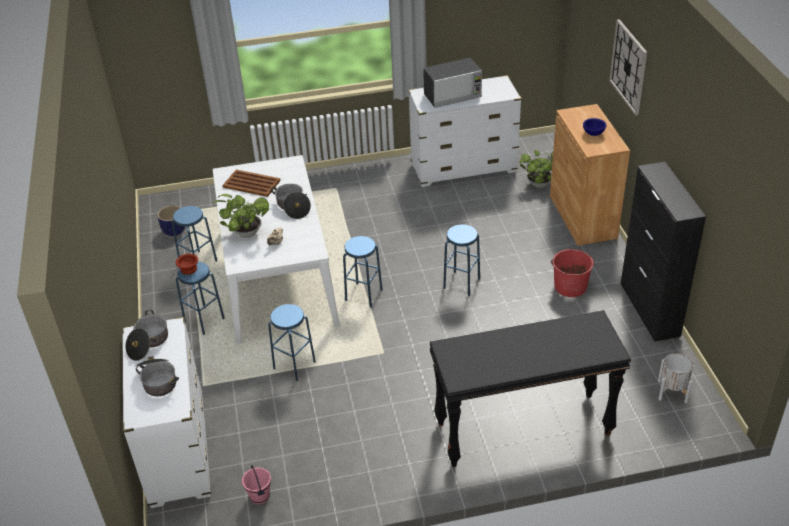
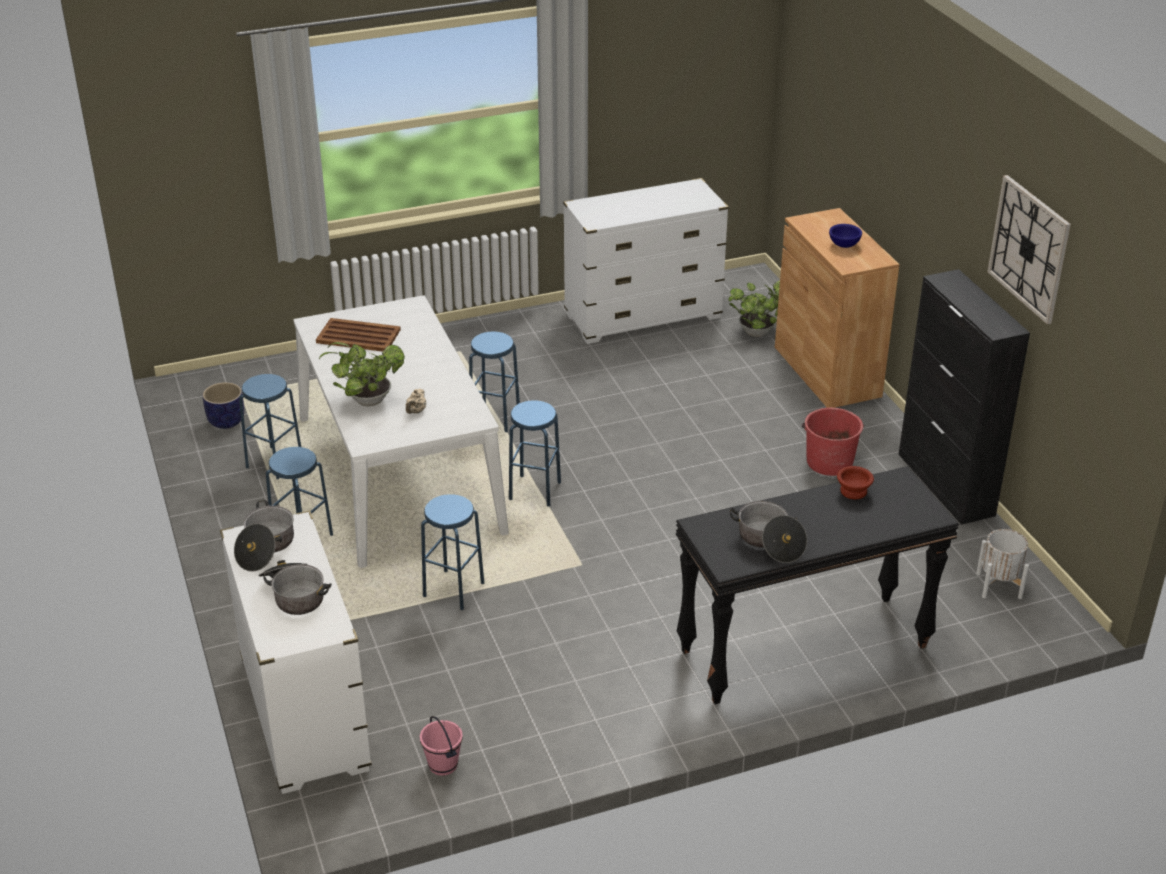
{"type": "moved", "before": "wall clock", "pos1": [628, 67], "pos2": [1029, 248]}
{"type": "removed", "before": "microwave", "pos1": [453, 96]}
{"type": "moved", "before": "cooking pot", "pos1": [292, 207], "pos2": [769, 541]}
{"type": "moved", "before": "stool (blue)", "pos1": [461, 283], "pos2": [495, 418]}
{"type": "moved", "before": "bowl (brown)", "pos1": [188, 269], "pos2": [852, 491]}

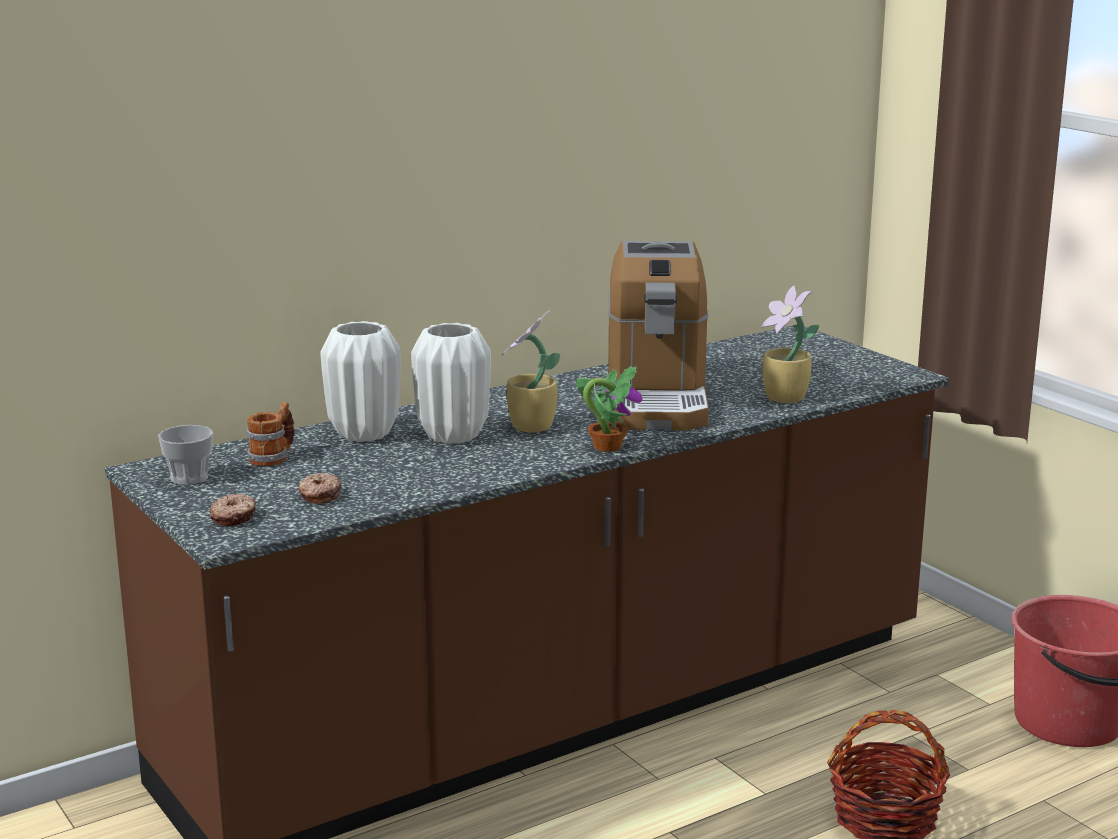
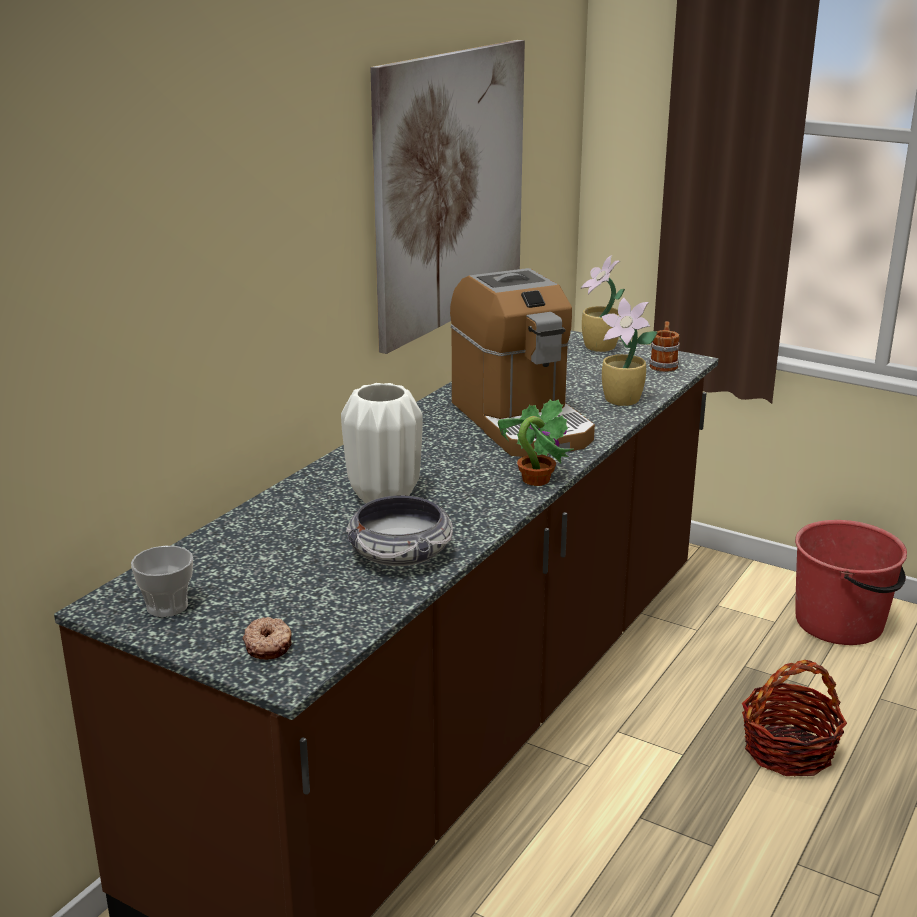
{"type": "moved", "before": "potted plant", "pos1": [530, 427], "pos2": [599, 348]}
{"type": "removed", "before": "vase (white)", "pos1": [365, 434]}
{"type": "moved", "before": "mug", "pos1": [273, 457], "pos2": [663, 364]}
{"type": "removed", "before": "donut", "pos1": [319, 495]}
{"type": "added", "after": "picture", "pos2": [450, 190]}
{"type": "added", "after": "bowl", "pos2": [400, 554]}

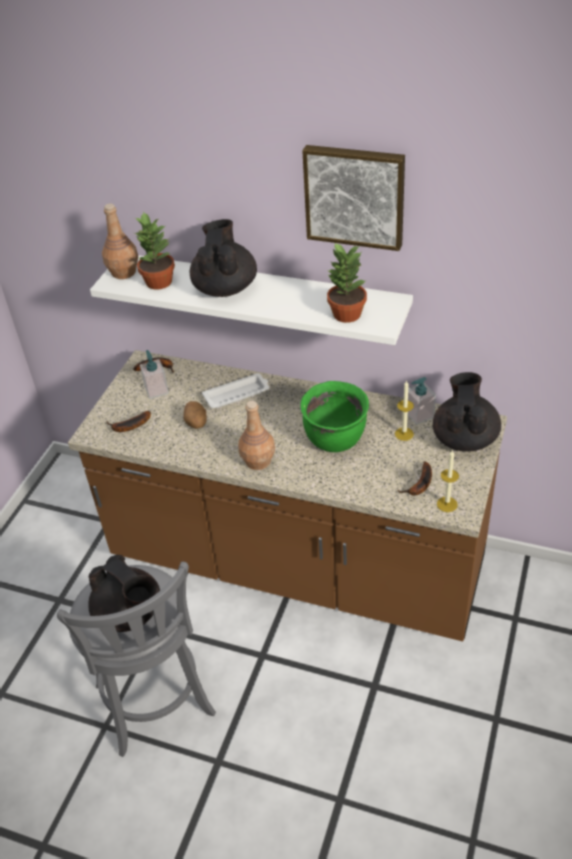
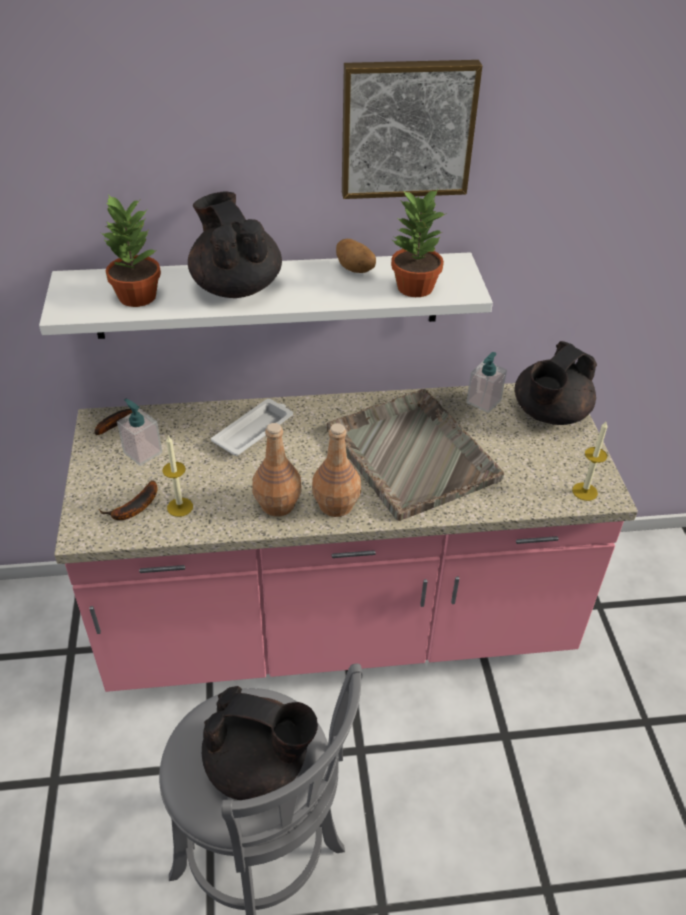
{"type": "moved", "before": "bottle (brown)", "pos1": [123, 272], "pos2": [277, 504]}
{"type": "recoloured", "before": "counter (brown)", "after": "counter (pink)", "pos1": [297, 563], "pos2": [339, 624]}
{"type": "turned", "before": "teapot (black)", "pos1": [464, 438], "pos2": [549, 414], "turn": -120}
{"type": "moved", "before": "candle", "pos1": [404, 434], "pos2": [180, 507]}
{"type": "replaced", "before": "cooking pot (green)", "after": "tray (grey)", "pos1": [336, 440], "pos2": [411, 453]}
{"type": "moved", "before": "potato", "pos1": [196, 423], "pos2": [356, 269]}
{"type": "removed", "before": "banana", "pos1": [420, 485]}

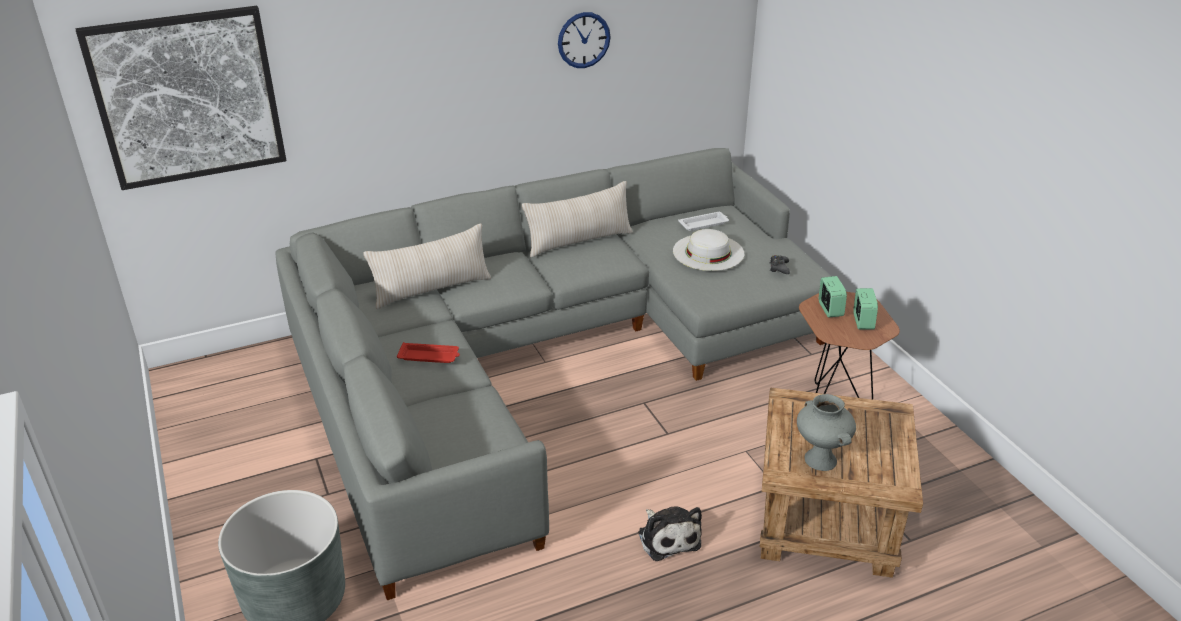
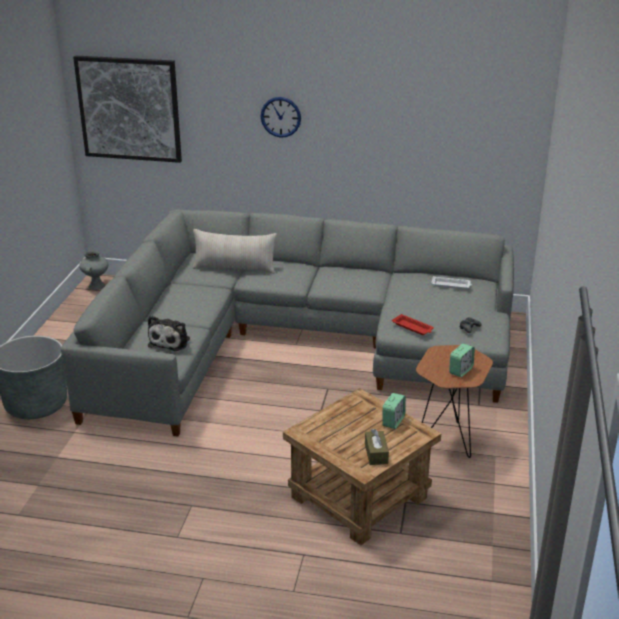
{"type": "moved", "before": "wall clock", "pos1": [583, 40], "pos2": [280, 117]}
{"type": "removed", "before": "pillow (beige)", "pos1": [579, 241]}
{"type": "removed", "before": "hat (white)", "pos1": [708, 252]}
{"type": "moved", "before": "alarm clock", "pos1": [830, 309], "pos2": [393, 421]}
{"type": "moved", "before": "tray (red)", "pos1": [429, 356], "pos2": [413, 327]}
{"type": "moved", "before": "vase (grey)", "pos1": [819, 459], "pos2": [96, 286]}
{"type": "moved", "before": "plush toy", "pos1": [668, 537], "pos2": [171, 341]}
{"type": "added", "after": "tissue box (brown)", "pos2": [376, 453]}

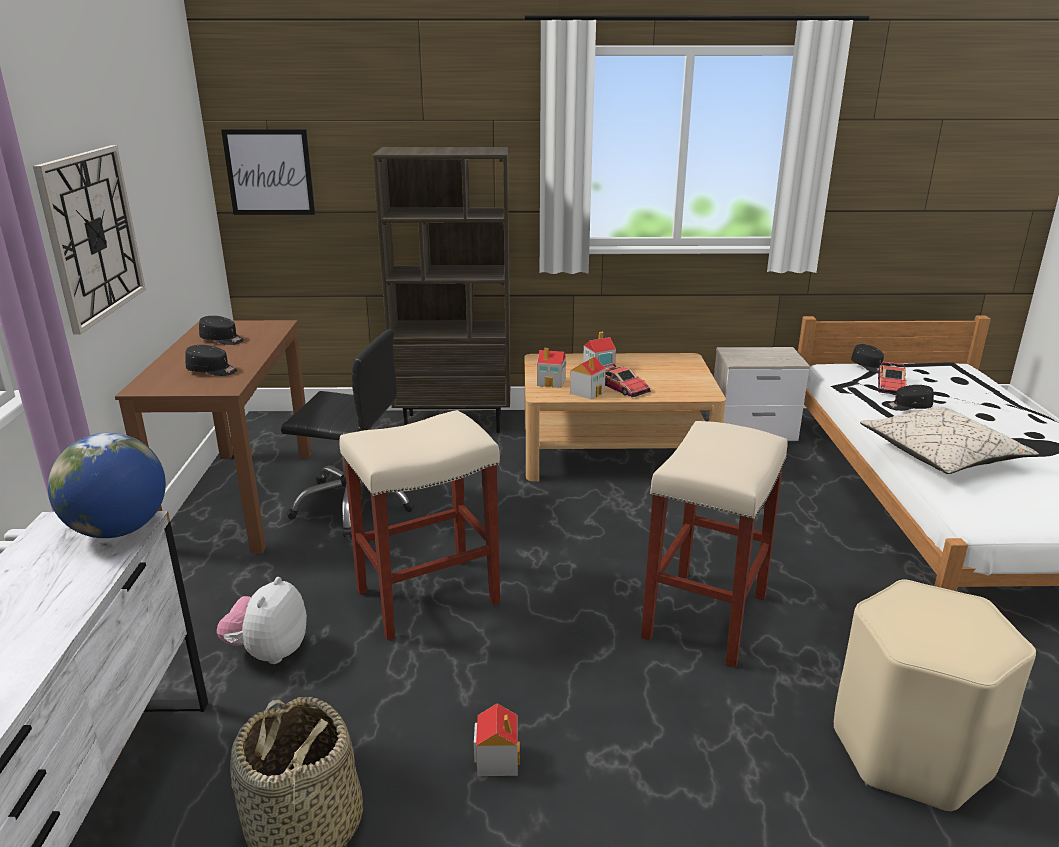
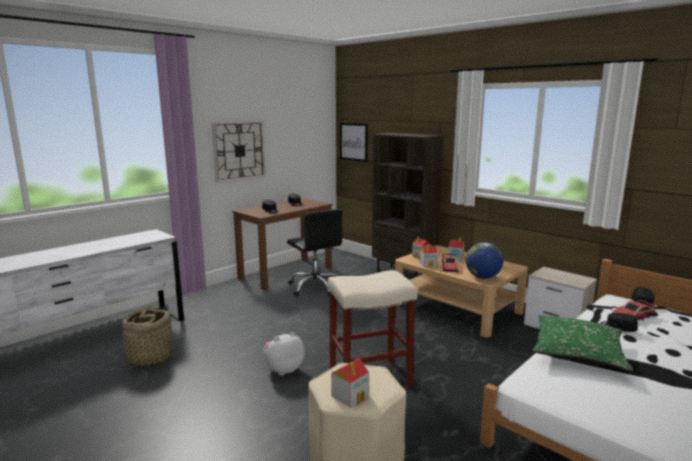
{"type": "recoloured", "before": "pillow (beige)", "after": "pillow (green)", "pos1": [941, 456], "pos2": [578, 353]}
{"type": "removed", "before": "stool (beige)", "pos1": [429, 596]}
{"type": "moved", "before": "globe", "pos1": [119, 530], "pos2": [483, 277]}
{"type": "moved", "before": "plush toy", "pos1": [269, 652], "pos2": [283, 369]}
{"type": "moved", "before": "toy house", "pos1": [497, 759], "pos2": [350, 396]}

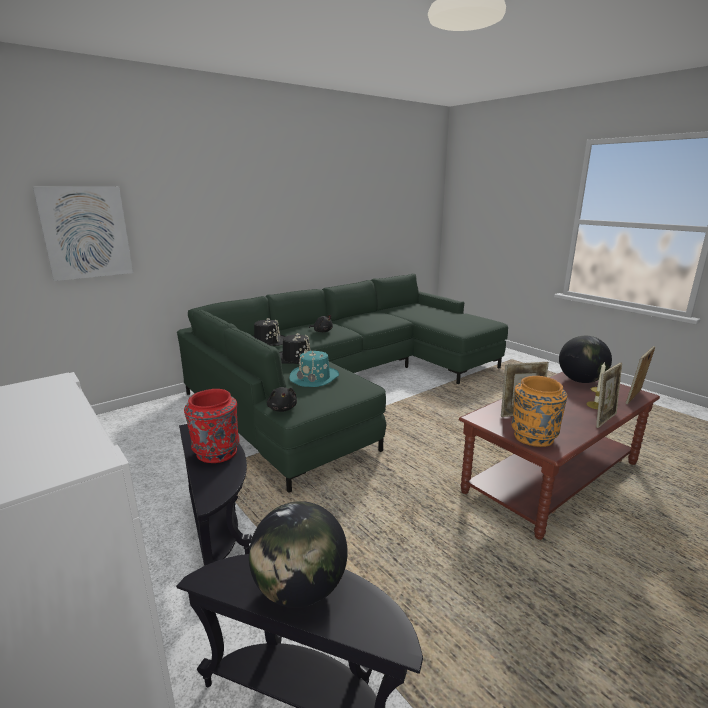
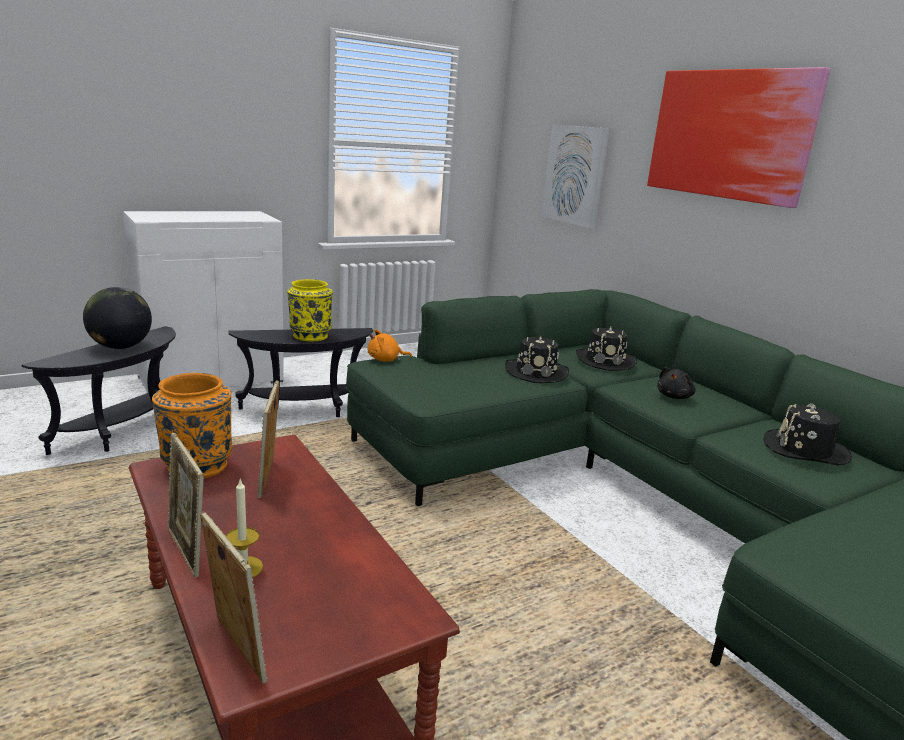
{"type": "removed", "before": "globe", "pos1": [581, 381]}
{"type": "removed", "before": "hat (turquoise)", "pos1": [315, 378]}
{"type": "recoloured", "before": "plush toy (black)", "after": "plush toy (orange)", "pos1": [282, 408], "pos2": [386, 360]}
{"type": "recoloured", "before": "vase (red)", "after": "vase (yellow)", "pos1": [216, 453], "pos2": [309, 336]}
{"type": "added", "after": "picture", "pos2": [729, 135]}
{"type": "added", "after": "hat (black)", "pos2": [805, 450]}

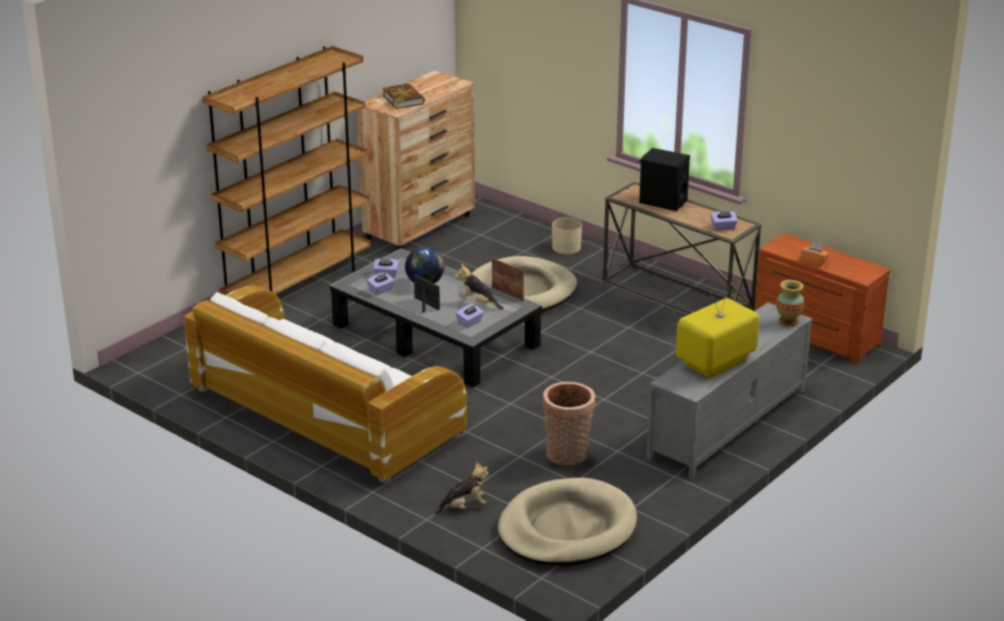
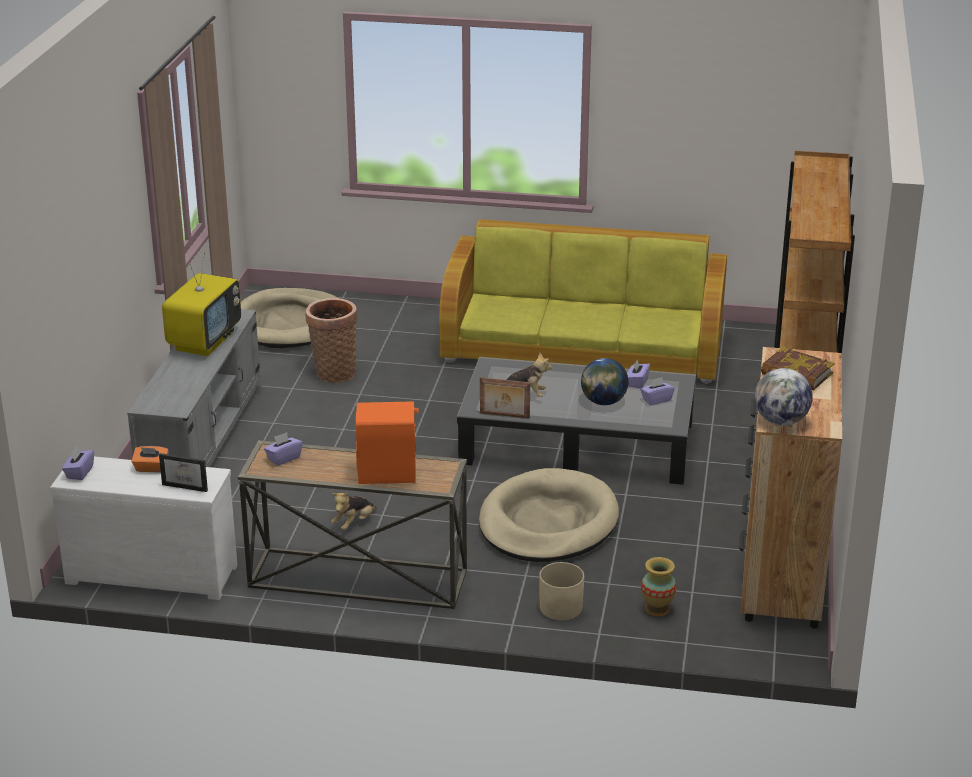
{"type": "recoloured", "before": "speaker (black)", "after": "speaker (orange)", "pos1": [662, 202], "pos2": [387, 473]}
{"type": "recoloured", "before": "dresser (brown)", "after": "dresser (white)", "pos1": [814, 335], "pos2": [153, 572]}
{"type": "moved", "before": "picture frame", "pos1": [423, 304], "pos2": [187, 485]}
{"type": "moved", "before": "vase", "pos1": [788, 322], "pos2": [657, 609]}
{"type": "recoloured", "before": "sofa (white)", "after": "sofa (green)", "pos1": [324, 412], "pos2": [584, 347]}
{"type": "moved", "before": "tissue box (purple)", "pos1": [470, 322], "pos2": [79, 472]}
{"type": "moved", "before": "plush toy", "pos1": [464, 507], "pos2": [354, 523]}
{"type": "added", "after": "globe", "pos2": [781, 421]}

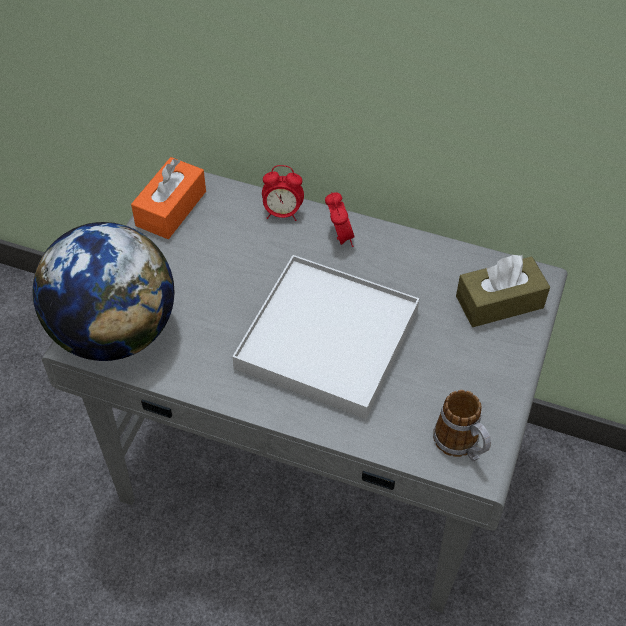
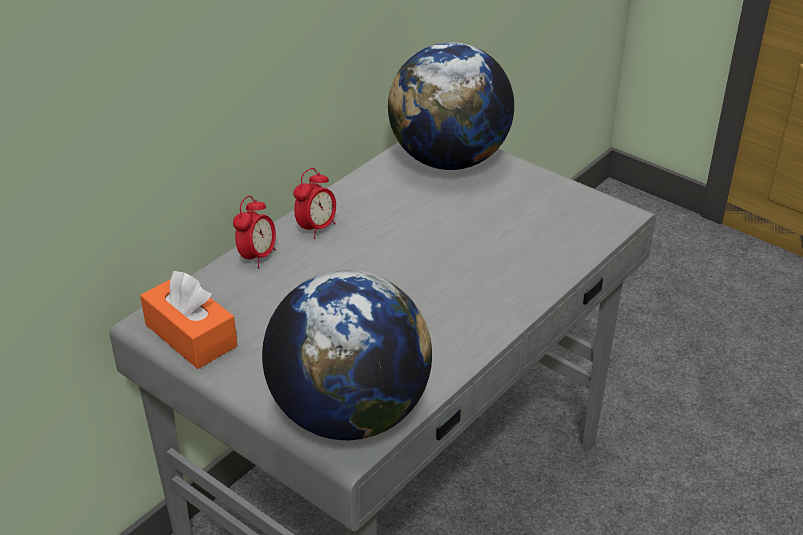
{"type": "turned", "before": "alarm clock", "pos1": [339, 238], "pos2": [316, 228], "turn": 120}
{"type": "replaced", "before": "tissue box (brown)", "after": "globe", "pos1": [499, 302], "pos2": [449, 160]}
{"type": "removed", "before": "tray (white)", "pos1": [327, 340]}
{"type": "removed", "before": "mug", "pos1": [461, 445]}

